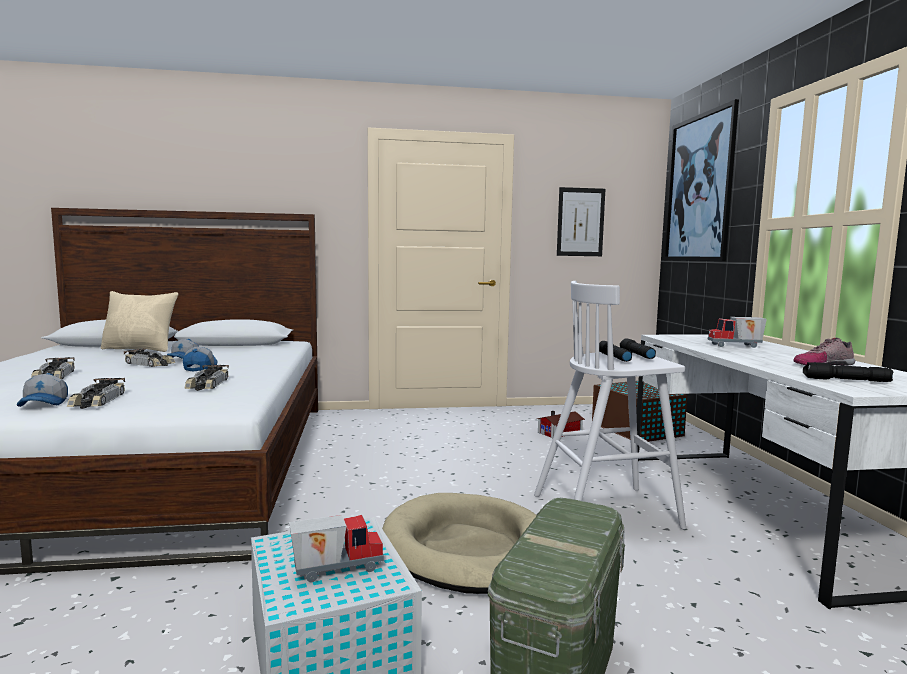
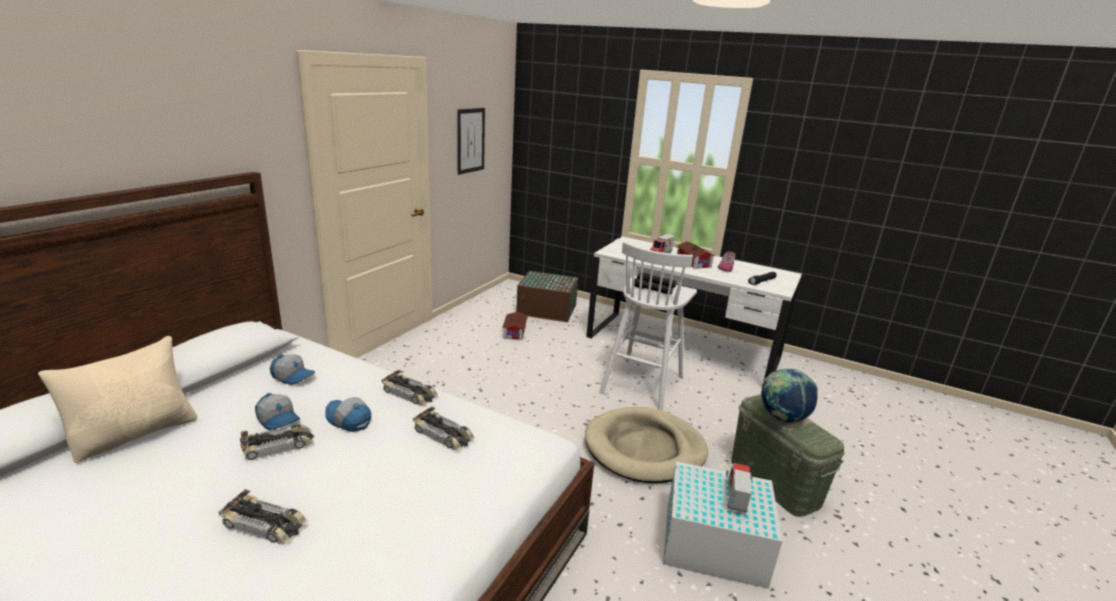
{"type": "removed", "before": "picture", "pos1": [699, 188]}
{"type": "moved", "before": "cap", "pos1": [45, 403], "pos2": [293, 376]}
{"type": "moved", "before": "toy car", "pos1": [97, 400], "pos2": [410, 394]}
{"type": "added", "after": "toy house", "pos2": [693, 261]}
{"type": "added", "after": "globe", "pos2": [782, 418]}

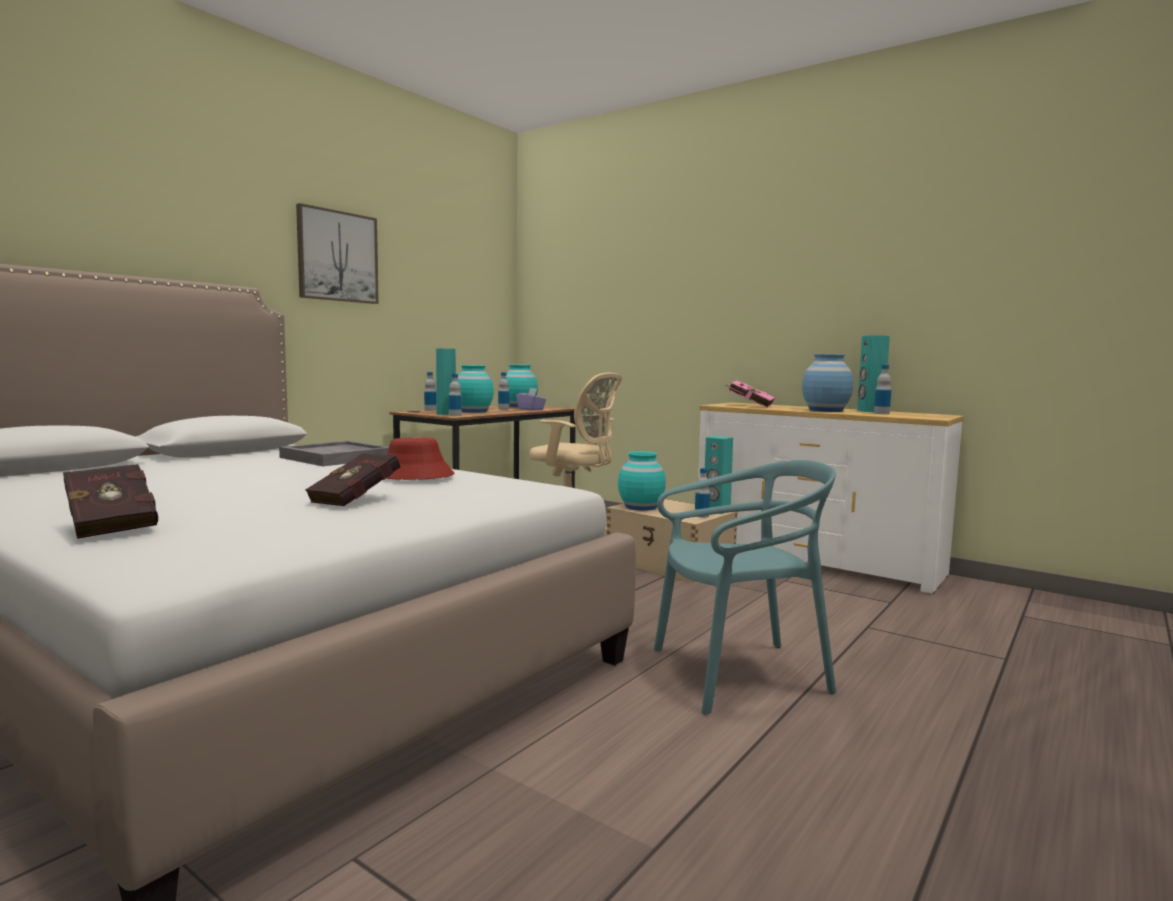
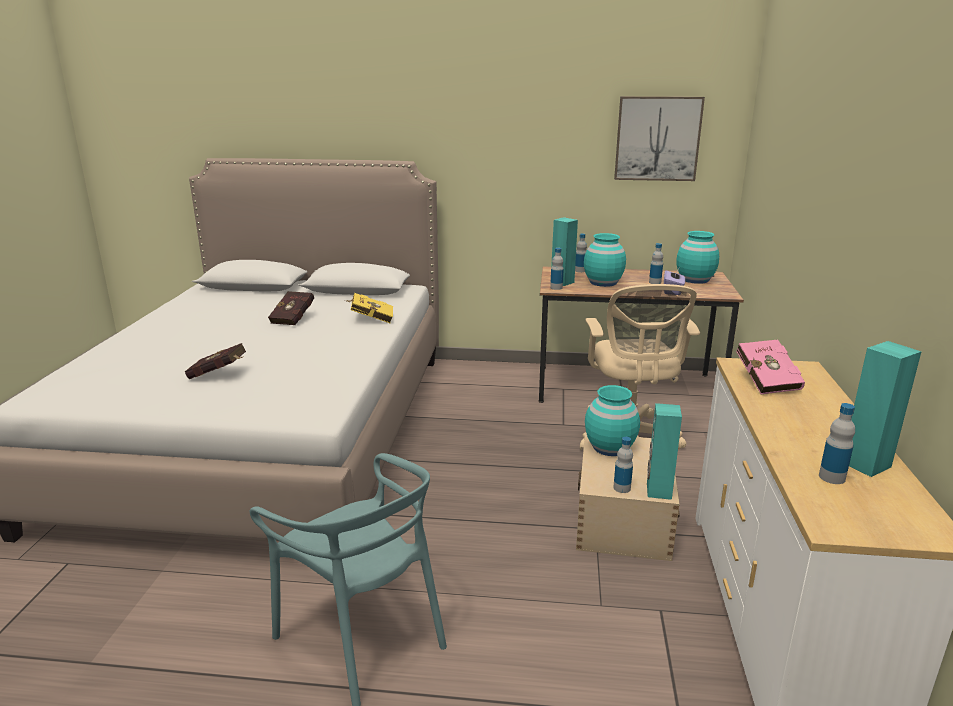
{"type": "moved", "before": "picture", "pos1": [337, 256], "pos2": [657, 138]}
{"type": "removed", "before": "vase (blue)", "pos1": [825, 410]}
{"type": "removed", "before": "hat (red)", "pos1": [414, 476]}
{"type": "replaced", "before": "tray (grey)", "after": "book (yellow)", "pos1": [338, 457], "pos2": [370, 319]}
{"type": "moved", "before": "book (red)", "pos1": [113, 524], "pos2": [294, 318]}

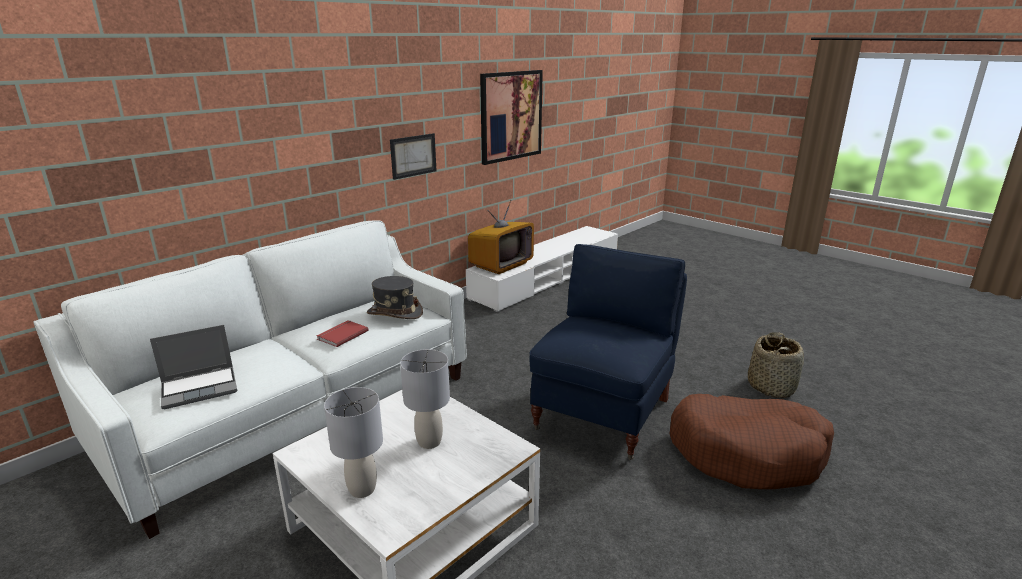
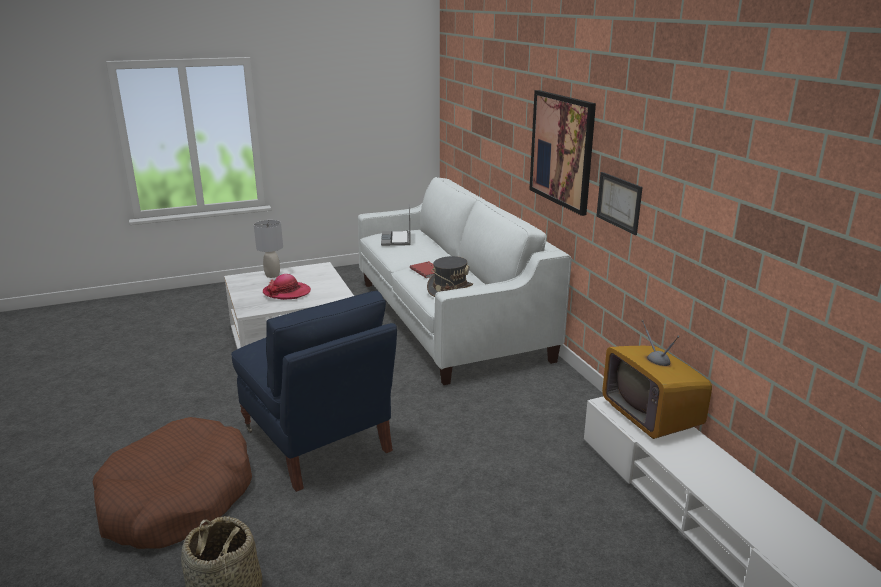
{"type": "moved", "before": "picture", "pos1": [511, 116], "pos2": [561, 150]}
{"type": "replaced", "before": "table lamp (grey)", "after": "hat", "pos1": [429, 442], "pos2": [287, 292]}

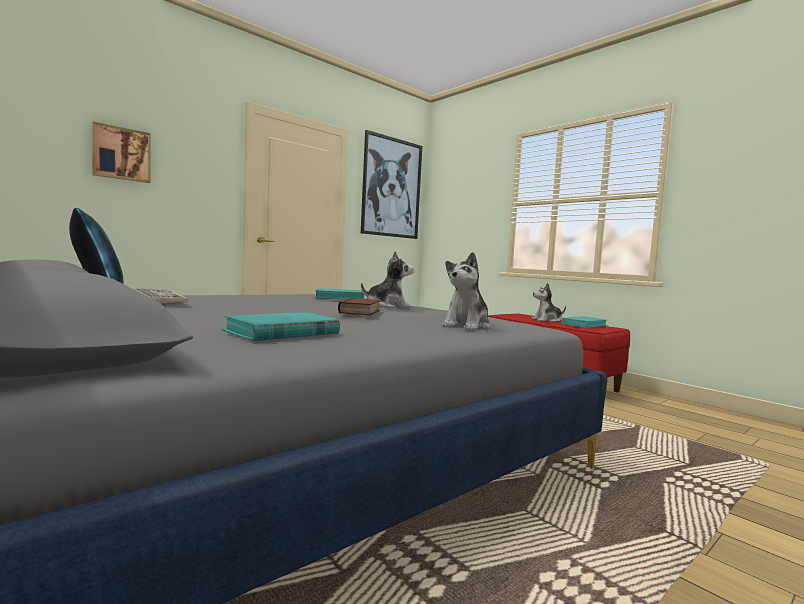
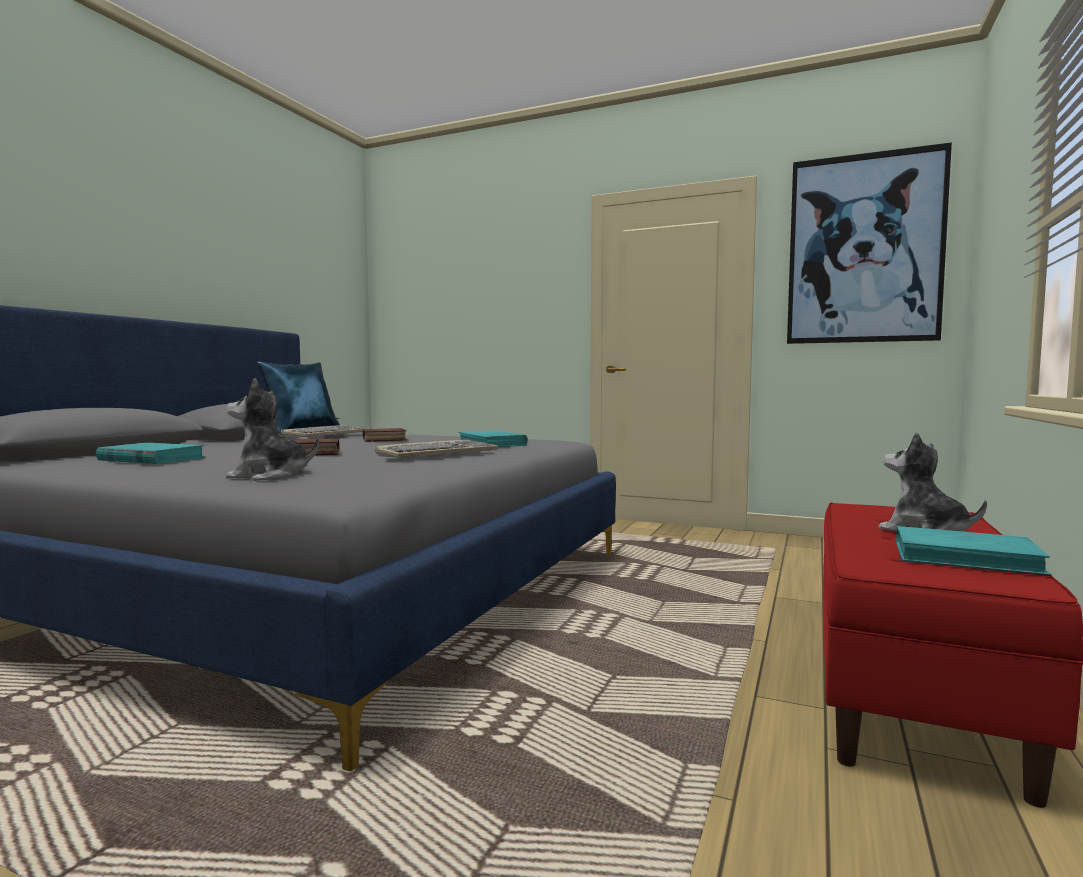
{"type": "removed", "before": "picture", "pos1": [121, 154]}
{"type": "replaced", "before": "plush toy", "after": "keyboard", "pos1": [387, 306], "pos2": [437, 454]}
{"type": "added", "after": "book", "pos2": [384, 440]}

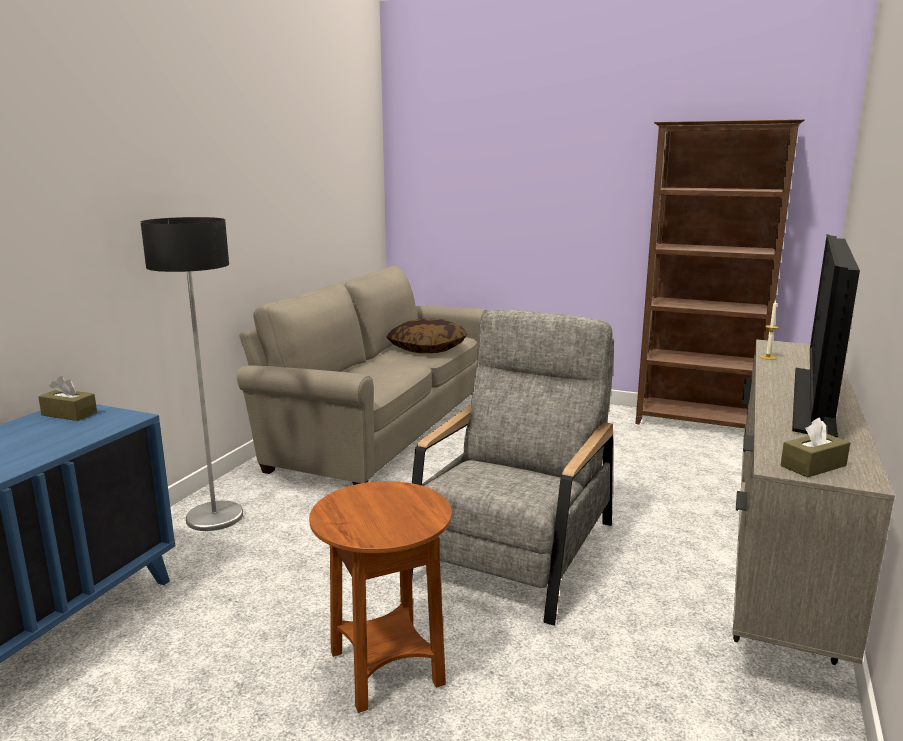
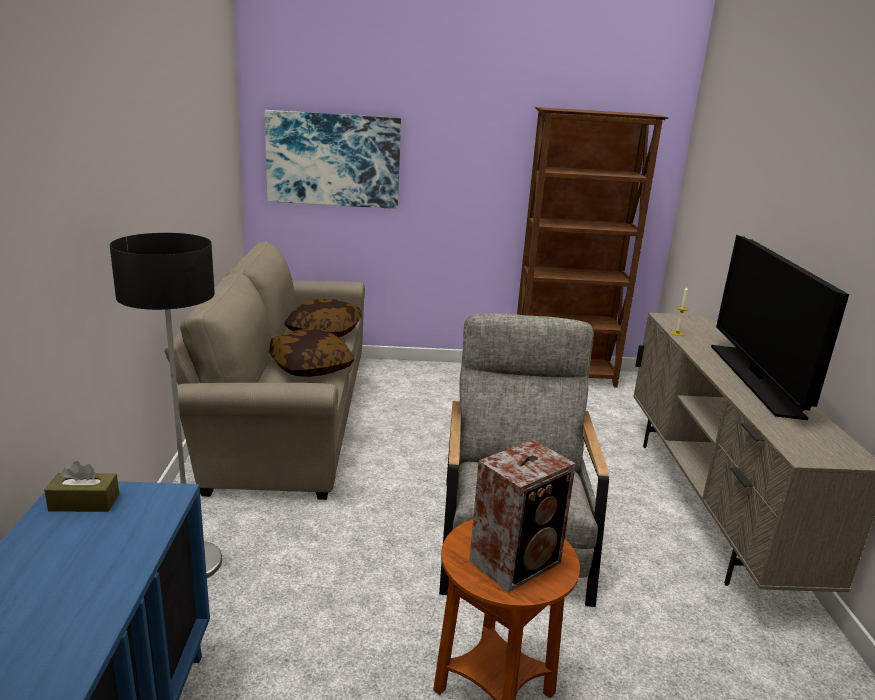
{"type": "removed", "before": "tissue box (brown)", "pos1": [813, 466]}
{"type": "added", "after": "picture", "pos2": [333, 160]}
{"type": "added", "after": "pillow", "pos2": [310, 367]}
{"type": "added", "after": "speaker", "pos2": [518, 561]}

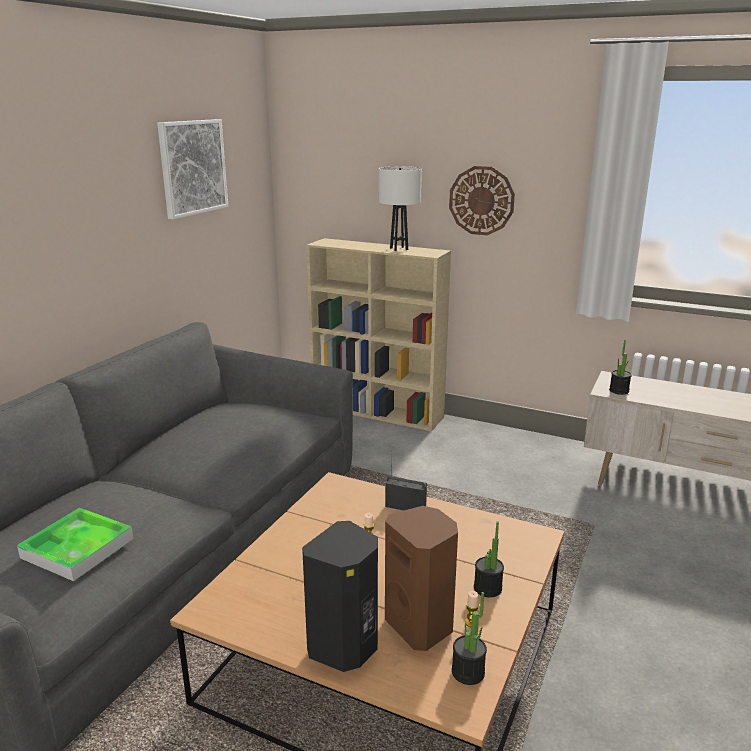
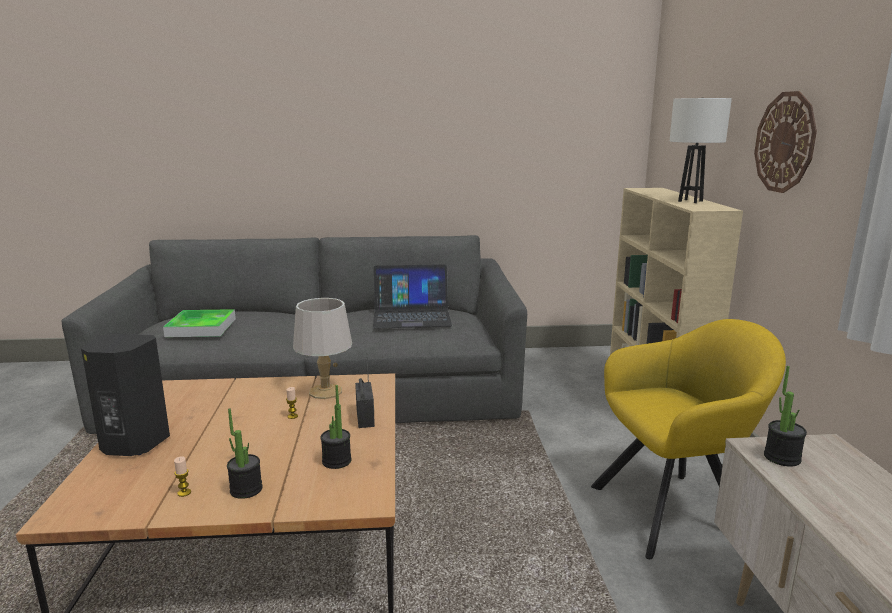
{"type": "removed", "before": "picture", "pos1": [192, 167]}
{"type": "removed", "before": "speaker (brown)", "pos1": [421, 625]}
{"type": "moved", "before": "potted plant", "pos1": [468, 672], "pos2": [336, 461]}
{"type": "added", "after": "laptop", "pos2": [411, 316]}
{"type": "added", "after": "table lamp (grey)", "pos2": [325, 391]}
{"type": "added", "after": "armchair (yellow)", "pos2": [676, 511]}

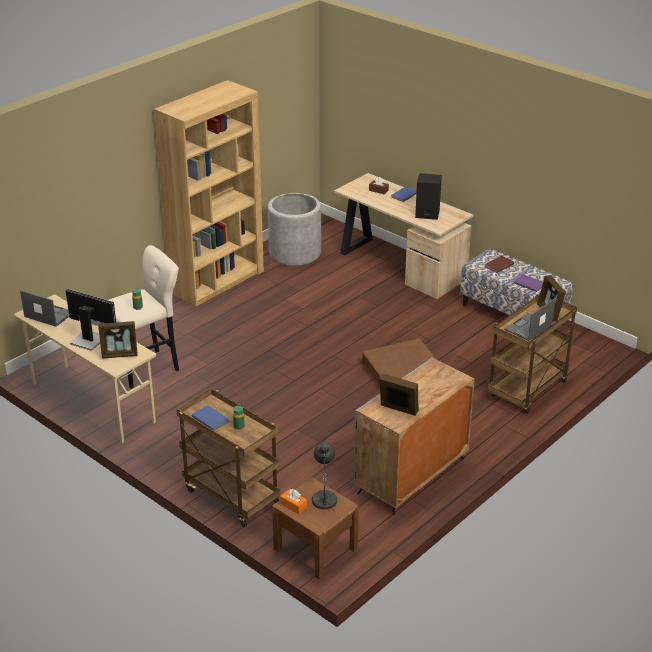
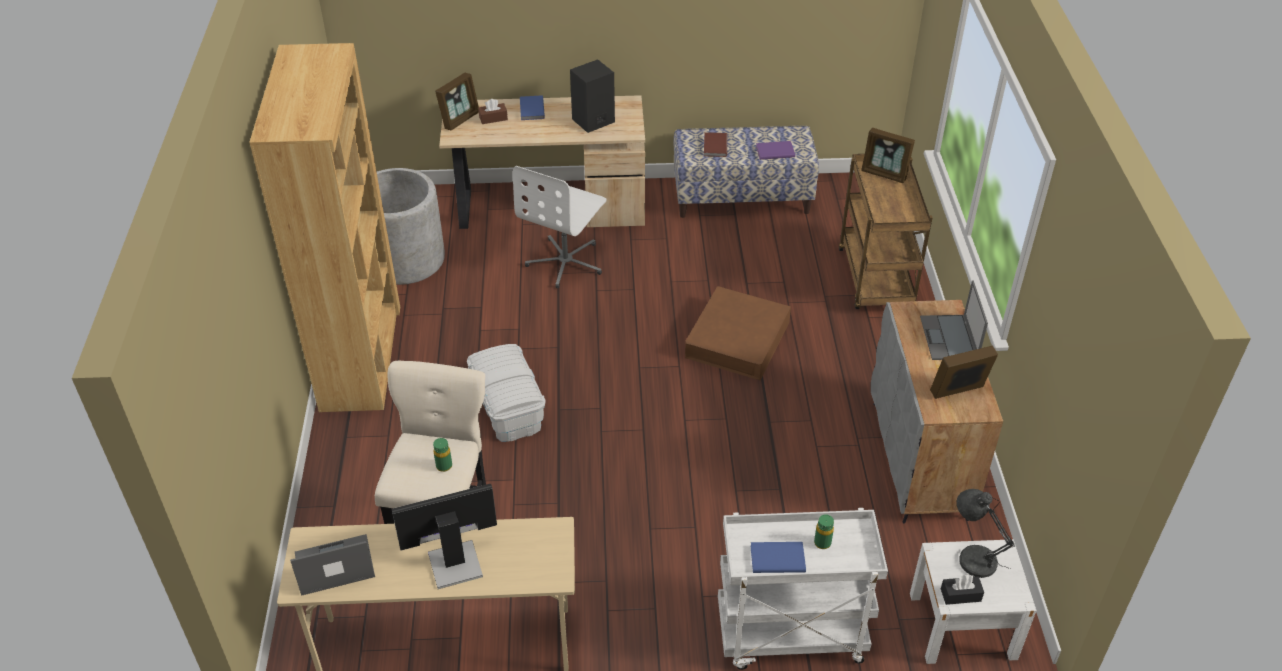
{"type": "moved", "before": "laptop", "pos1": [528, 327], "pos2": [949, 338]}
{"type": "moved", "before": "picture frame", "pos1": [120, 354], "pos2": [460, 119]}
{"type": "recoloured", "before": "cart (brown)", "after": "cart (white)", "pos1": [230, 496], "pos2": [790, 636]}
{"type": "recoloured", "before": "nightstand (brown)", "after": "nightstand (white)", "pos1": [315, 549], "pos2": [962, 626]}
{"type": "recoloured", "before": "tissue box (orange)", "after": "tissue box (black)", "pos1": [293, 505], "pos2": [960, 595]}
{"type": "added", "after": "office chair (white)", "pos2": [566, 262]}
{"type": "added", "after": "storage box (white)", "pos2": [507, 407]}

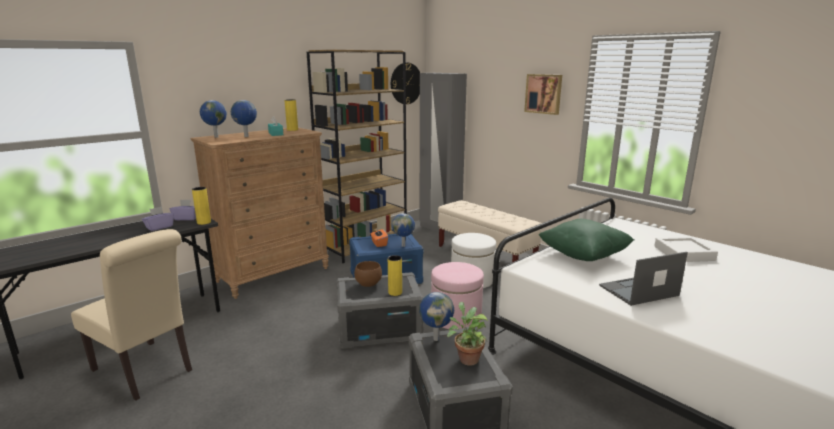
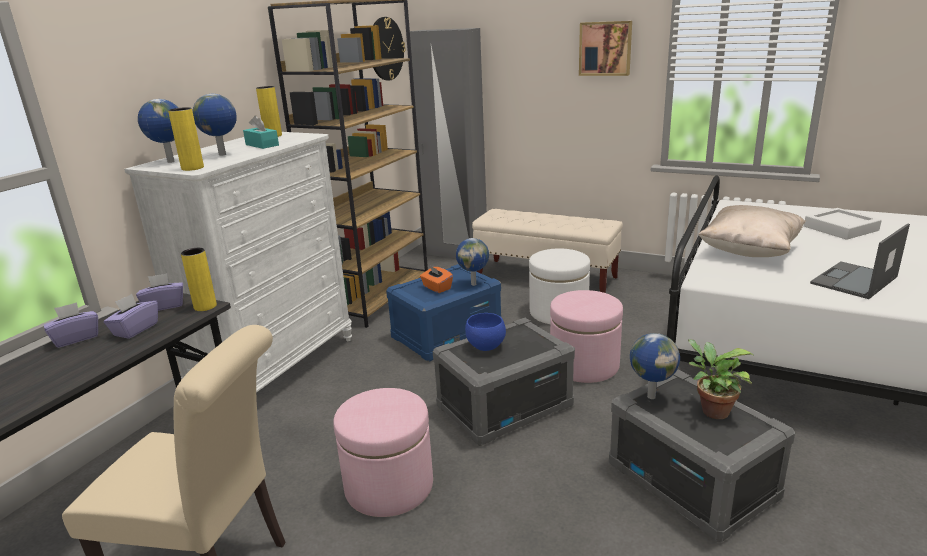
{"type": "recoloured", "before": "dresser (brown)", "after": "dresser (white)", "pos1": [273, 274], "pos2": [276, 367]}
{"type": "recoloured", "before": "pillow (green)", "after": "pillow (beige)", "pos1": [583, 256], "pos2": [749, 252]}
{"type": "moved", "before": "vase (yellow)", "pos1": [395, 292], "pos2": [192, 168]}
{"type": "recoloured", "before": "bowl (brown)", "after": "bowl (blue)", "pos1": [367, 284], "pos2": [485, 347]}
{"type": "added", "after": "tissue box (purple)", "pos2": [76, 338]}
{"type": "added", "after": "ottoman (pink)", "pos2": [389, 486]}

